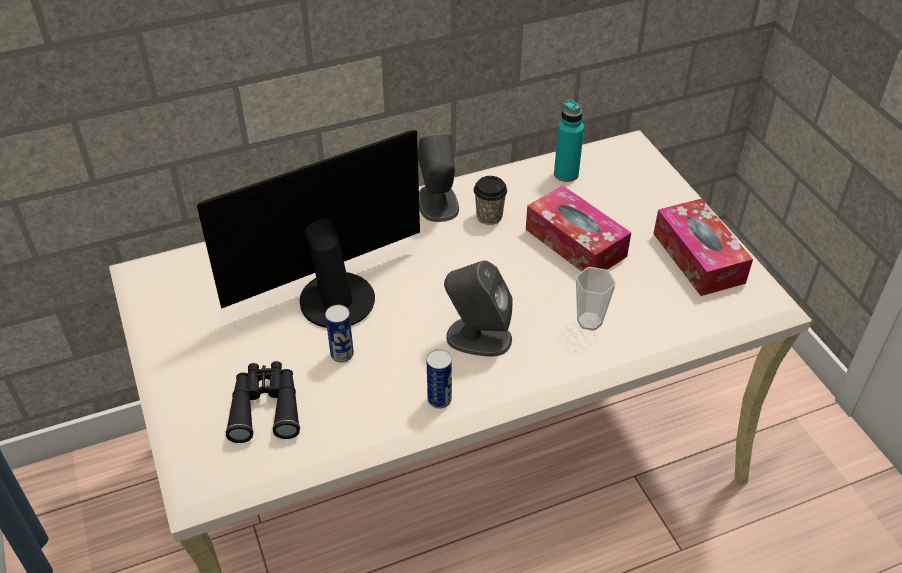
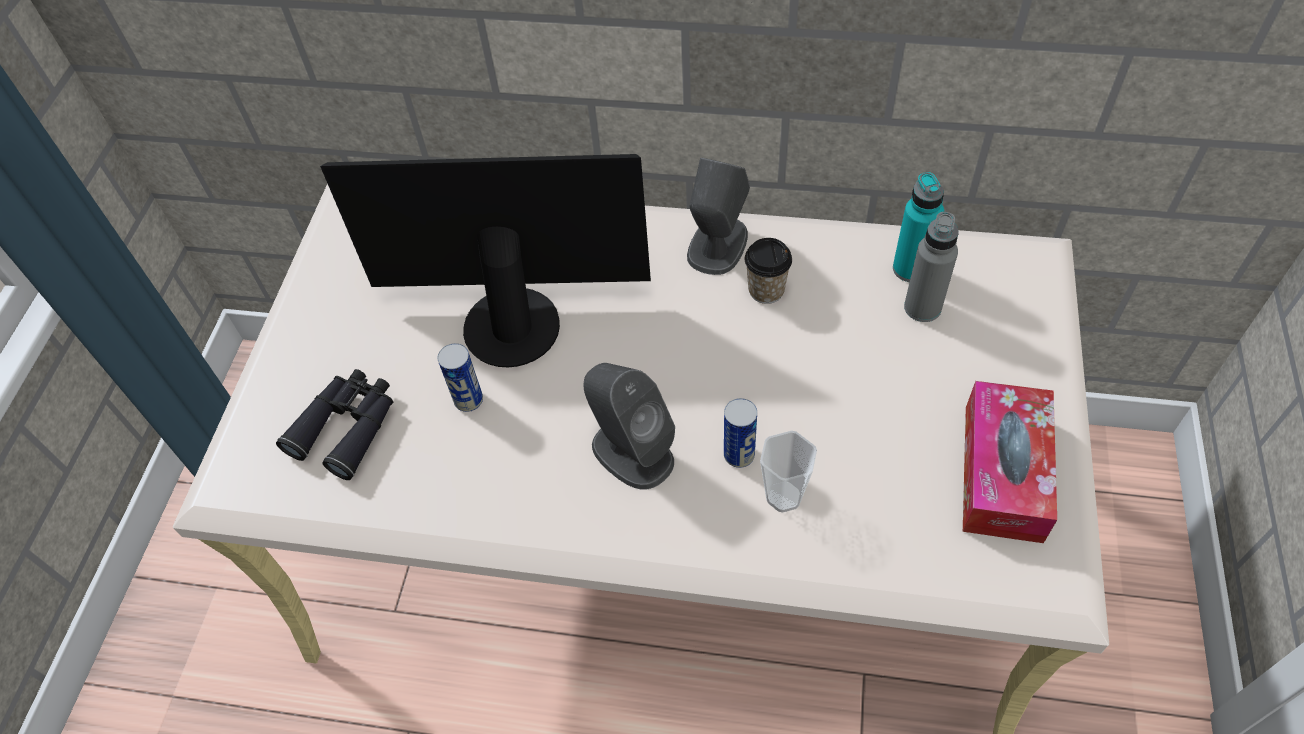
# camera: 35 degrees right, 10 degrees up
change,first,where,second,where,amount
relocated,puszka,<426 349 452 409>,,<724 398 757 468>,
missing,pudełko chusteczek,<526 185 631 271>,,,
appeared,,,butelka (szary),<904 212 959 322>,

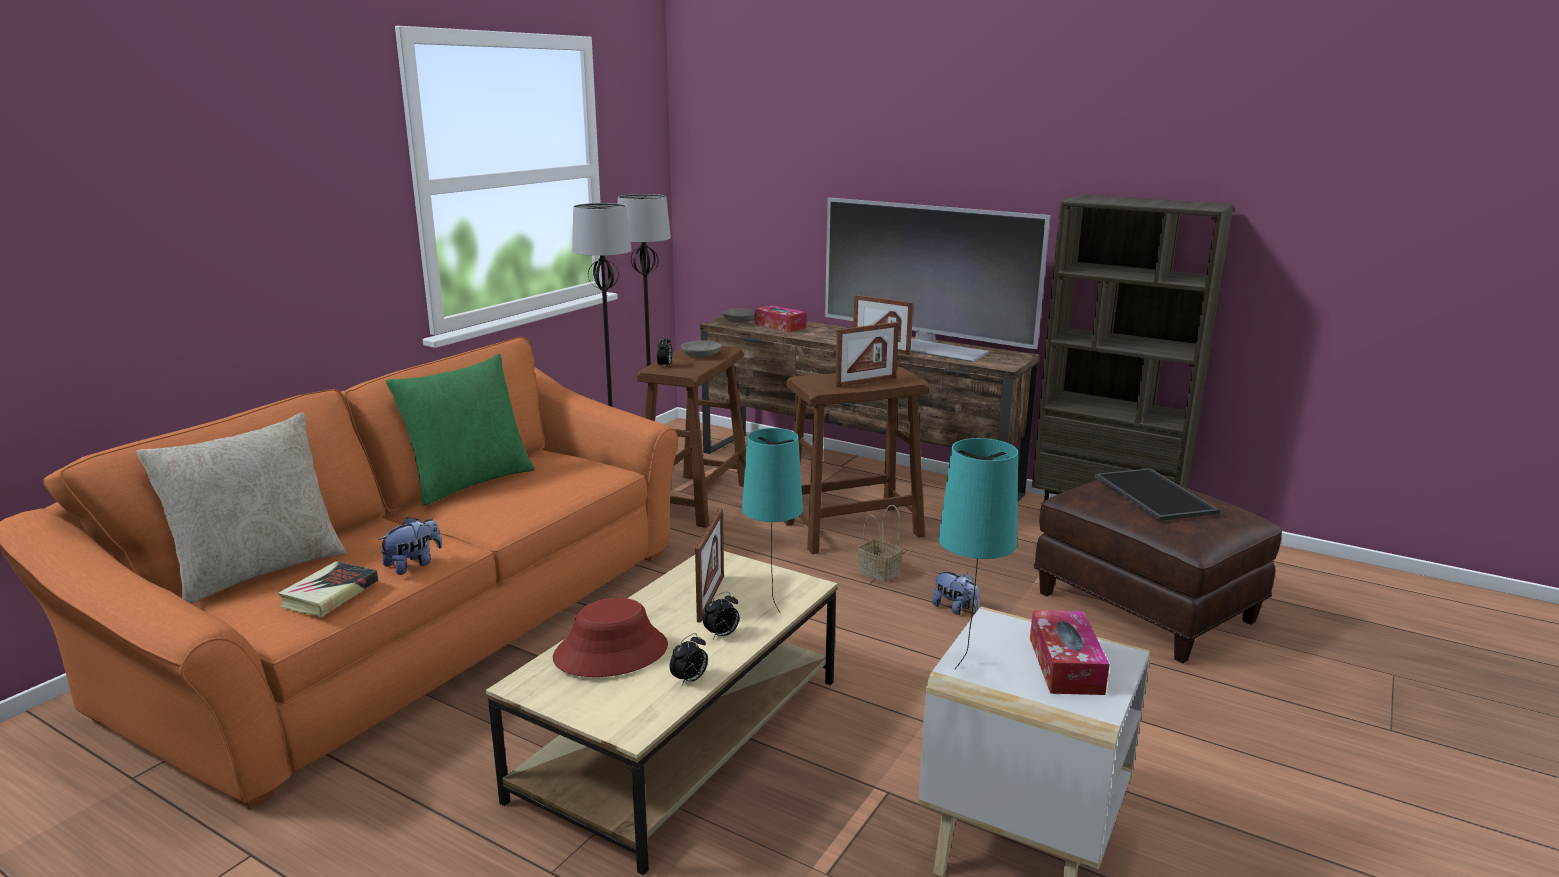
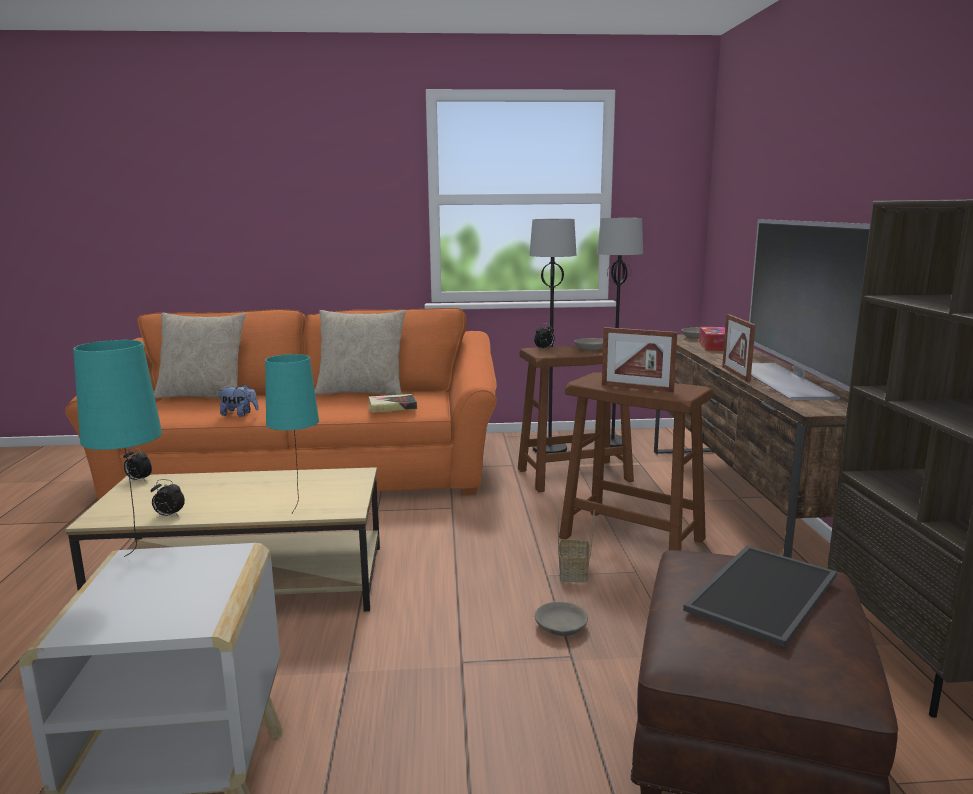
# camera: 55 degrees right, 5 degrees down
change,first,where,second,where,amount
relocated,książka,<278 561 378 617>,,<368 394 417 413>,
colour,poduszka (zielony),<386 354 535 506>,poduszka (beżowy),<315 310 406 395>,
missing,kapelusz (czerwony),<553 598 668 677>,,,
missing,ramka na zdjęcie,<695 508 724 623>,,,
relocated,budzik,<703 592 739 639>,,<123 447 152 481>,
exchanged,pluszak,<932 571 979 615>,miska (szary),<535 602 588 636>,
missing,pudełko chusteczek,<1030 610 1110 695>,,,

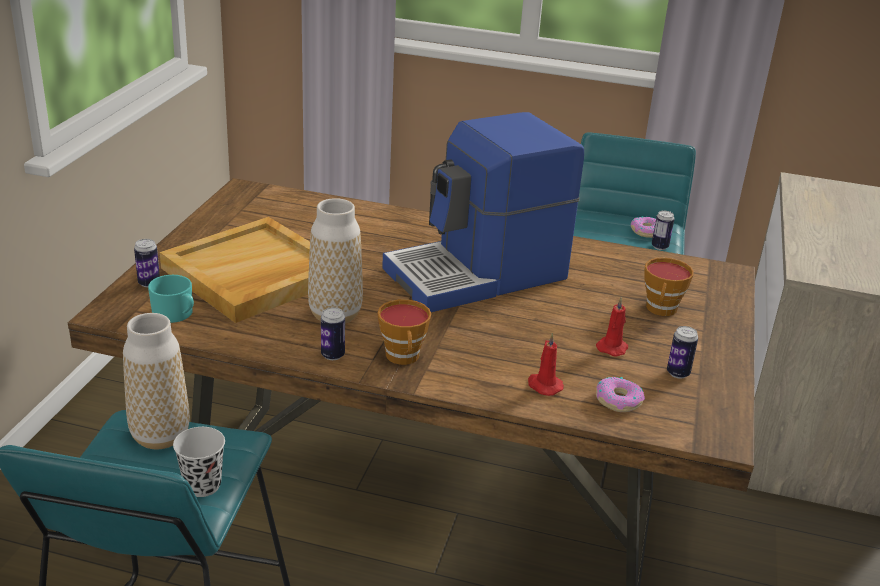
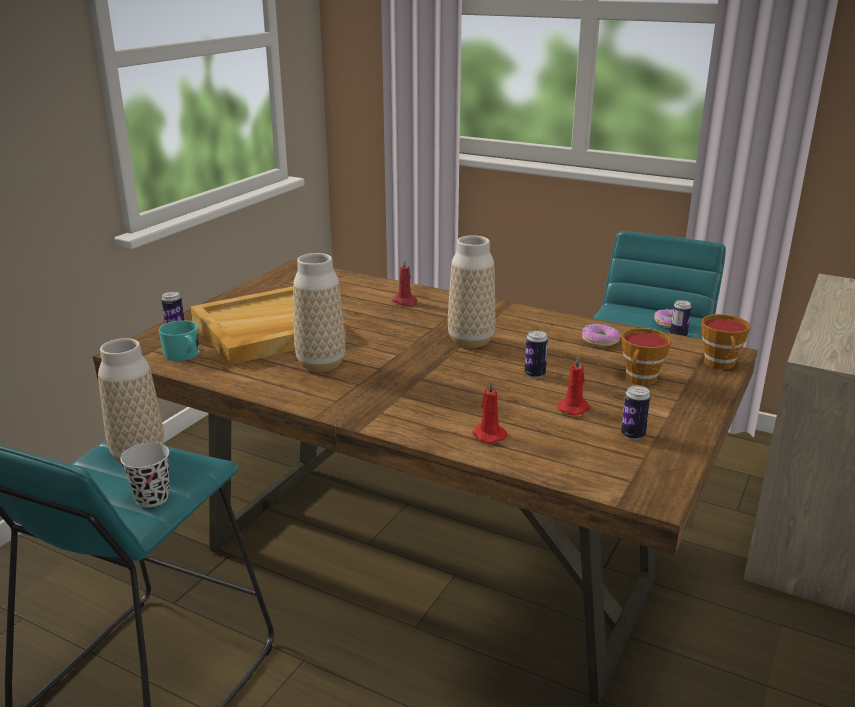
# camera: 15 degrees right, 5 degrees down
change,first,where,second,where,amount
relocated,puszka,<321 307 345 360>,,<525 330 548 378>,
relocated,filiżanka,<377 299 431 365>,,<702 314 750 369>,
exchanged,ekspres do kawy,<382 112 584 312>,wazon,<448 235 495 348>,
relocated,donut,<596 377 645 412>,,<582 324 620 347>,
appeared,,,świeca (czerwony),<392 258 417 306>,

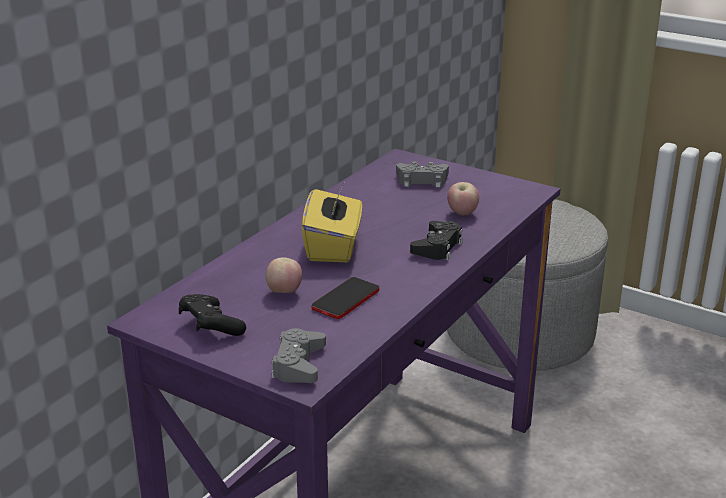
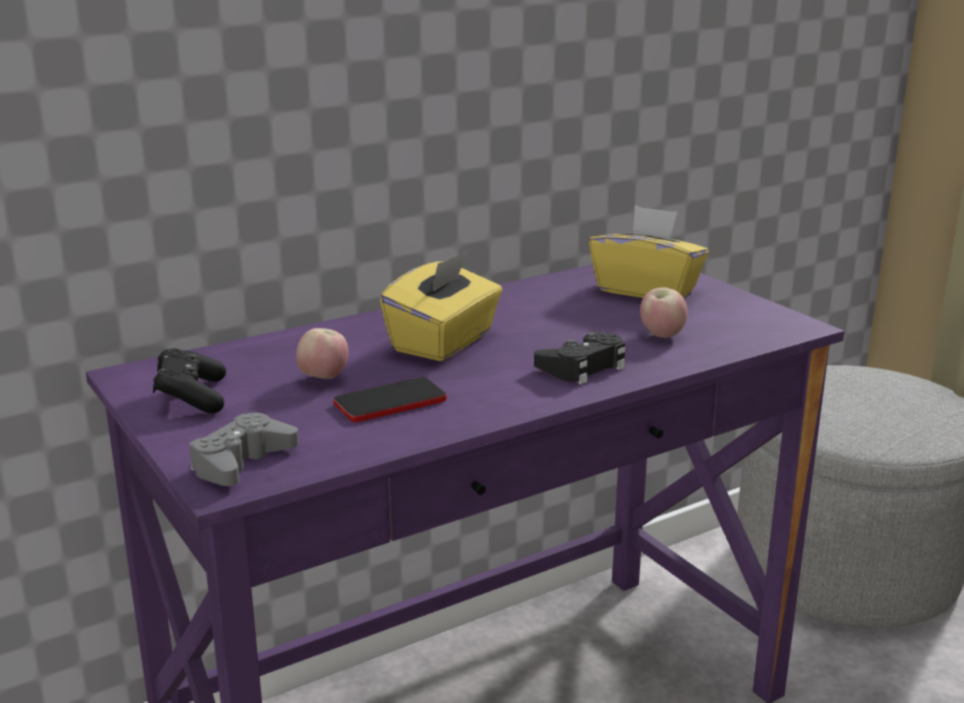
# camera: 25 degrees right, 5 degrees down
change,first,where,second,where,amount
exchanged,pad do gier (szary),<396 161 449 188>,pudełko chusteczek (żółty),<589 205 709 298>,

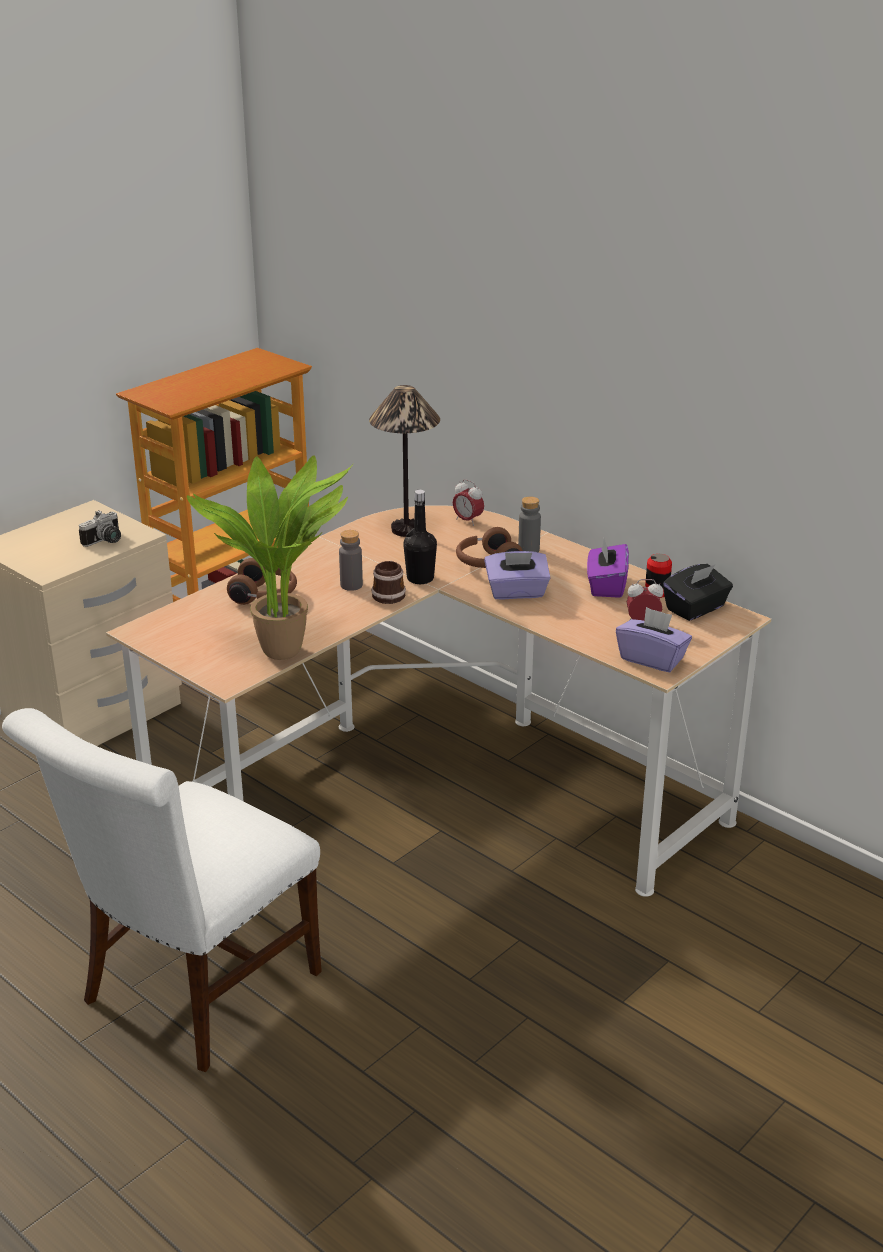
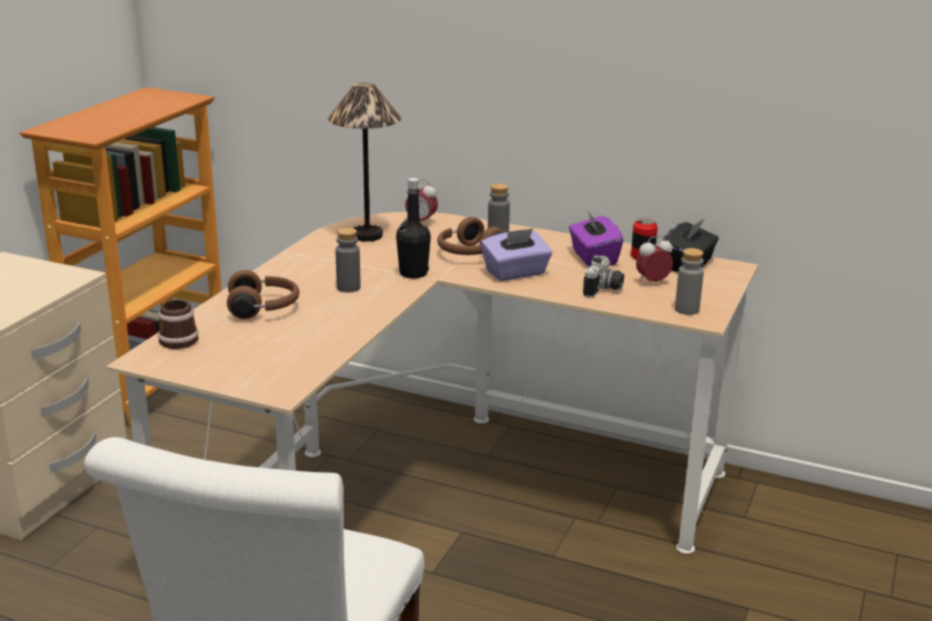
# camera: 20 degrees left, 5 degrees down
change,first,where,second,where,amount
relocated,aparat fotograficzny,<79 510 121 547>,,<583 255 624 298>,
missing,roślina doniczkowa,<187 456 353 660>,,,
relocated,kubek,<372 561 406 604>,,<158 300 199 349>,
exchanged,pudełko chusteczek (fioletowy),<616 607 692 672>,butelka (szary),<675 248 704 315>,

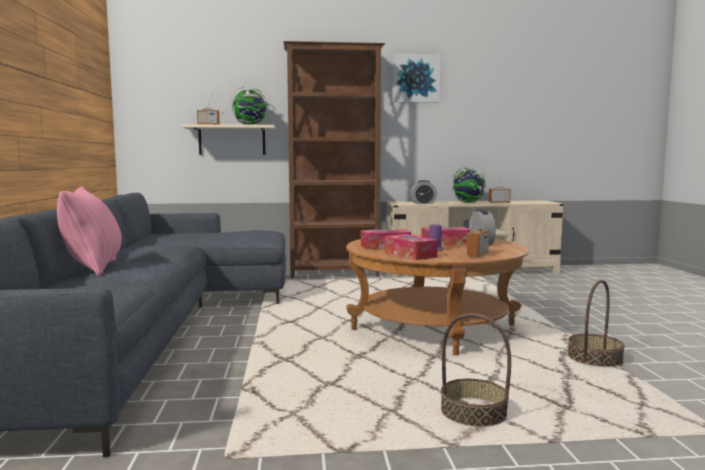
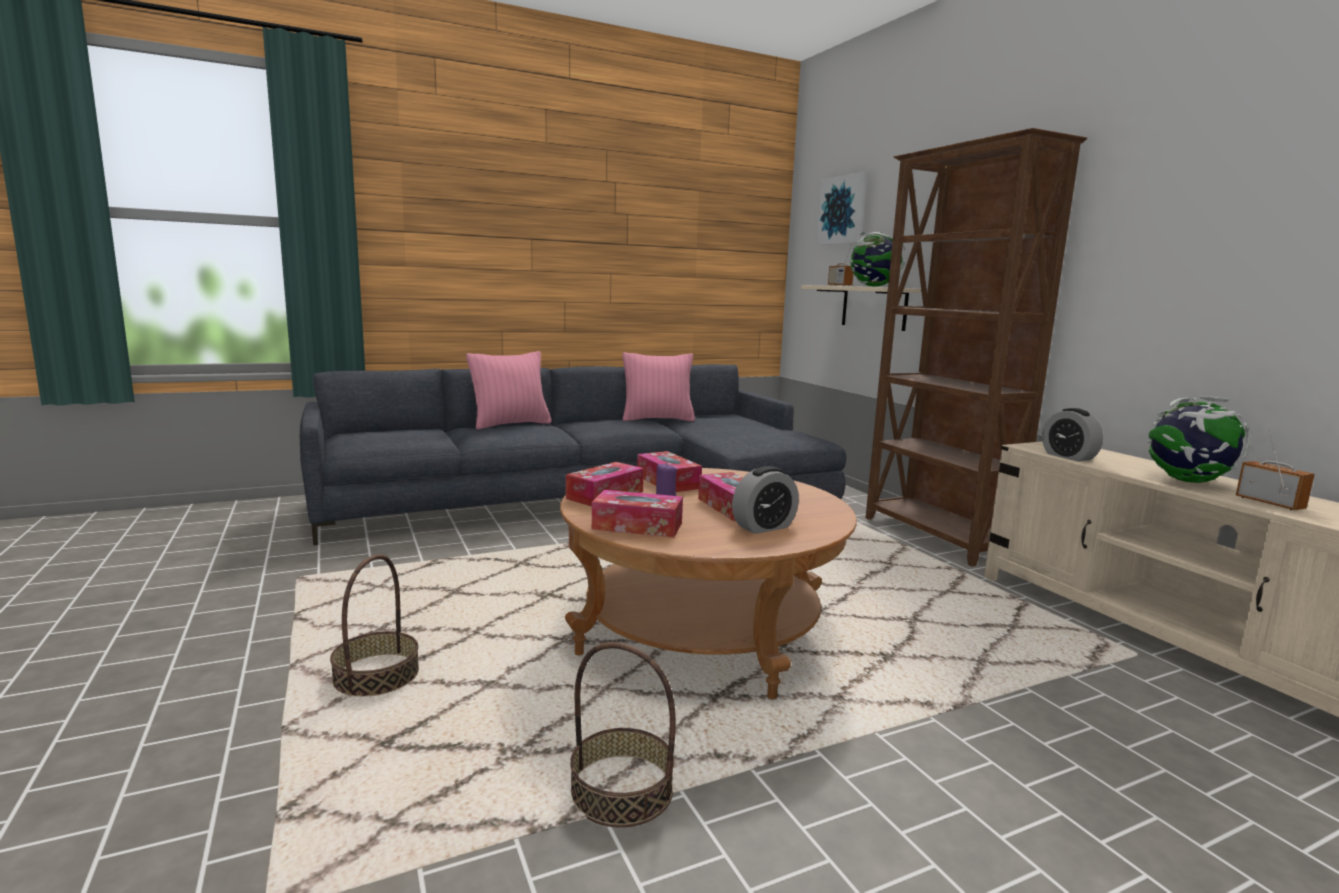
# camera: 70 degrees right, 5 degrees up
change,first,where,second,where,amount
relocated,obraz,<393 54 440 103>,,<816 172 867 245>,
exchanged,radio,<467 206 489 257>,pudełko chusteczek,<592 490 683 537>,
appeared,,,poduszka (różowy),<622 352 695 421>,

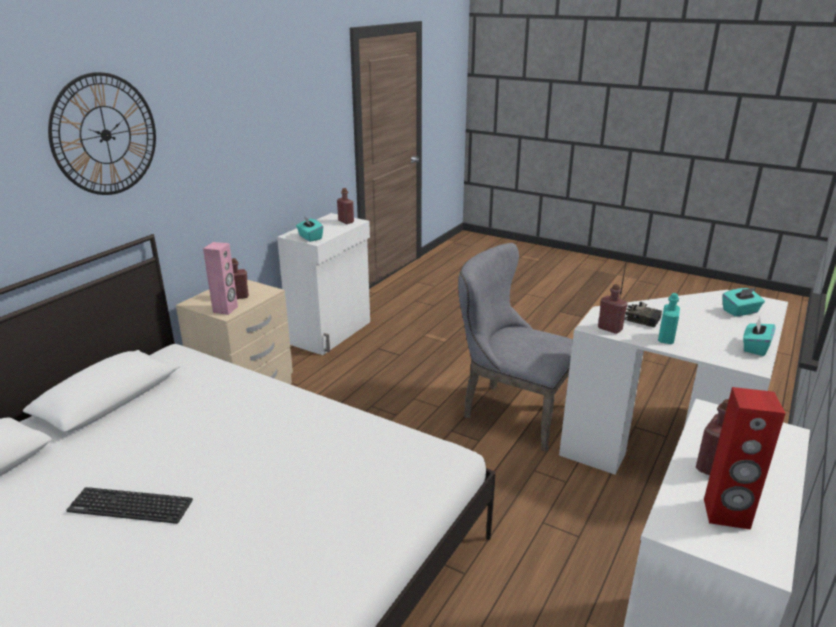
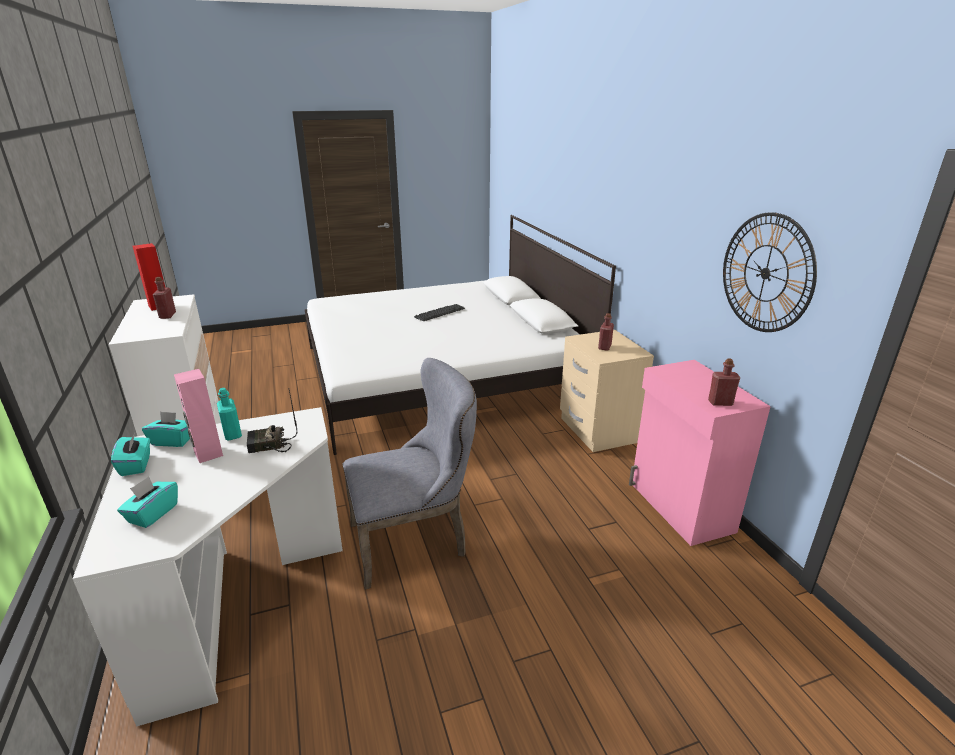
# camera: 130 degrees right, 0 degrees up
change,first,where,second,where,amount
relocated,zegar ścienny,<48 72 156 195>,,<723 212 817 332>,
relocated,głośnik (różowy),<203 242 238 315>,,<174 369 223 463>,
colour,szafka (biały),<277 213 370 355>,szafka (różowy),<629 360 771 546>,
relocated,pudełko chusteczek (turkusowy),<296 217 323 242>,,<142 411 190 447>,
missing,butelka (czerwony),<598 284 627 334>,,,

